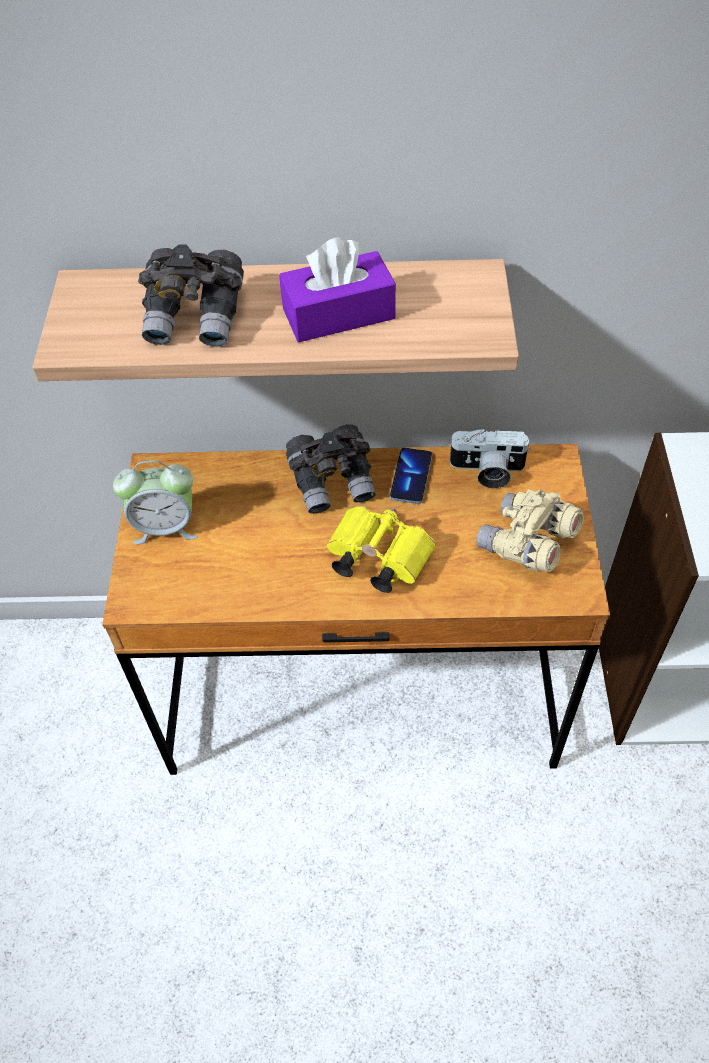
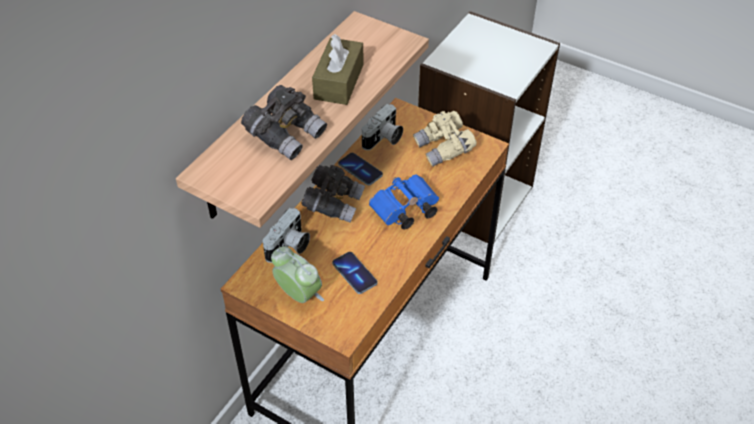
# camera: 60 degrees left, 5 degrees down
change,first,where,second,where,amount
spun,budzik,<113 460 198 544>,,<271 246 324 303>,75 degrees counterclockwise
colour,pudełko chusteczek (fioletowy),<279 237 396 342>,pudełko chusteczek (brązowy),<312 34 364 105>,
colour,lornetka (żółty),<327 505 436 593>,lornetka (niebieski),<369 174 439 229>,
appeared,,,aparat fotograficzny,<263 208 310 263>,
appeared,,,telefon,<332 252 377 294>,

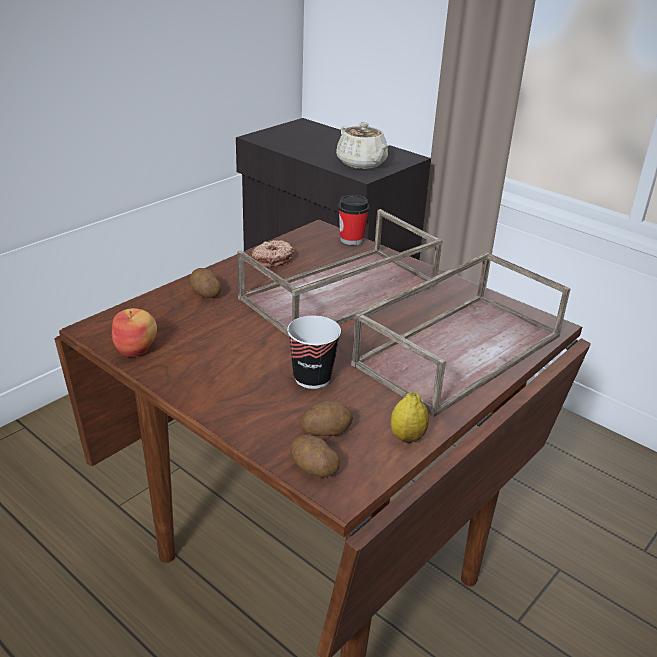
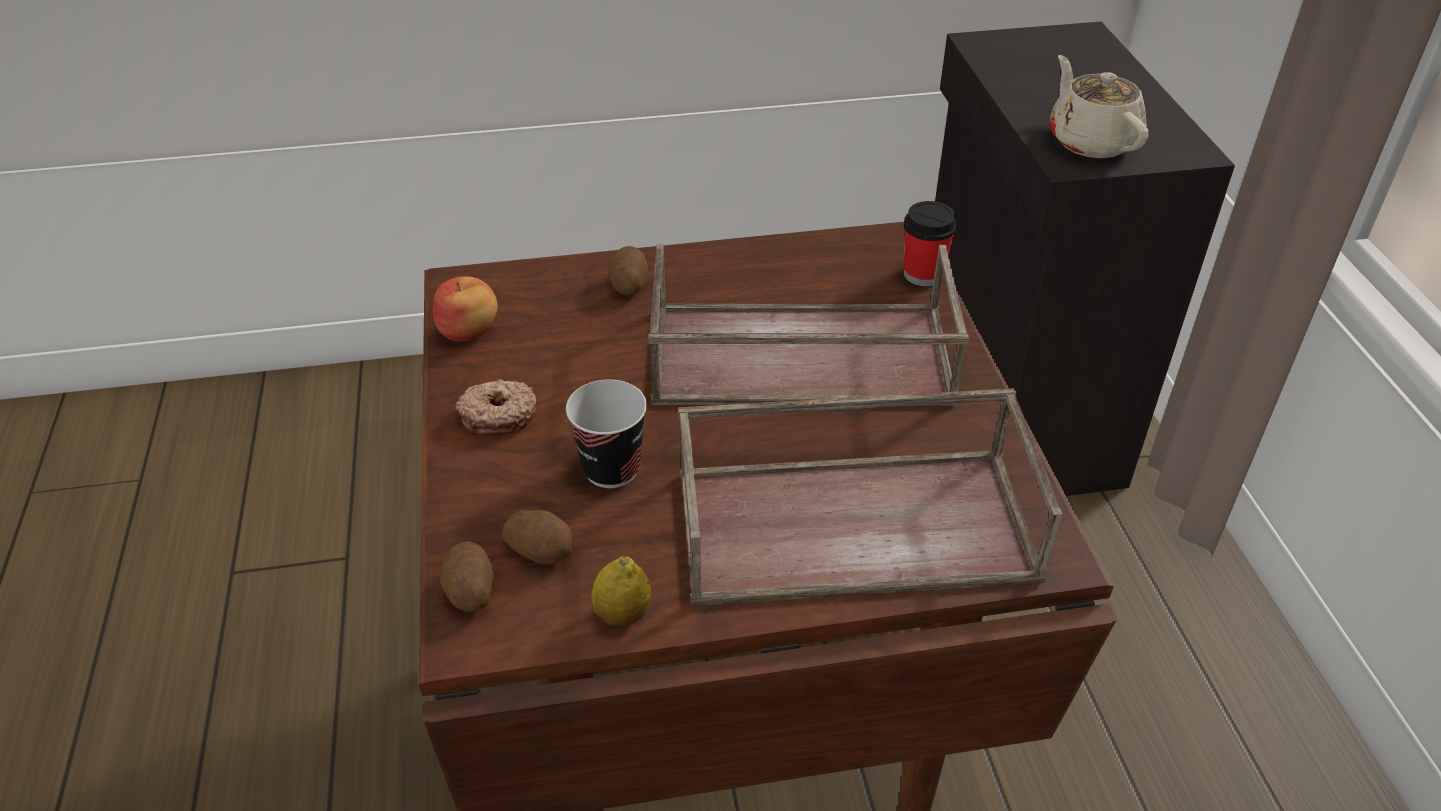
# camera: 40 degrees right, 10 degrees up
change,first,where,second,where,amount
relocated,donut,<252 240 294 268>,,<456 379 536 435>,
spun,imbryk (beżowy),<336 122 389 169>,,<1050 55 1149 158>,150 degrees clockwise

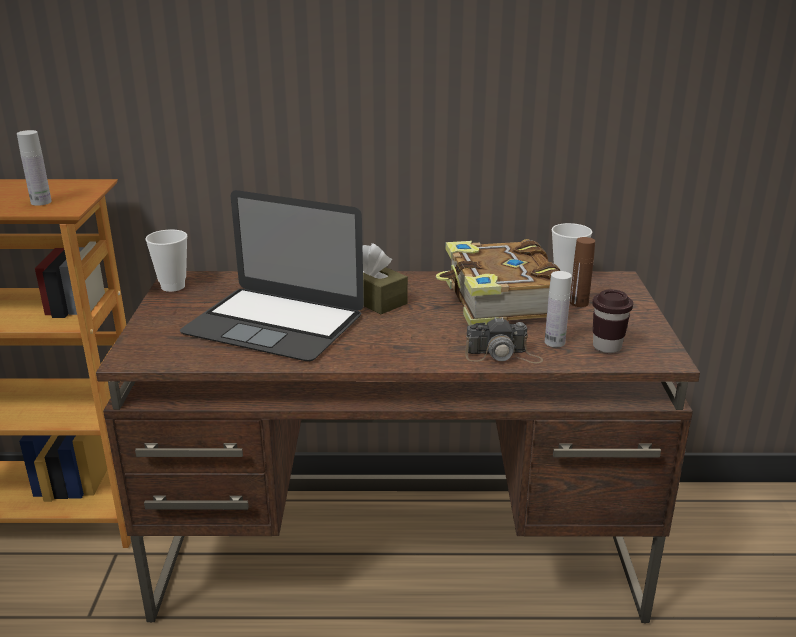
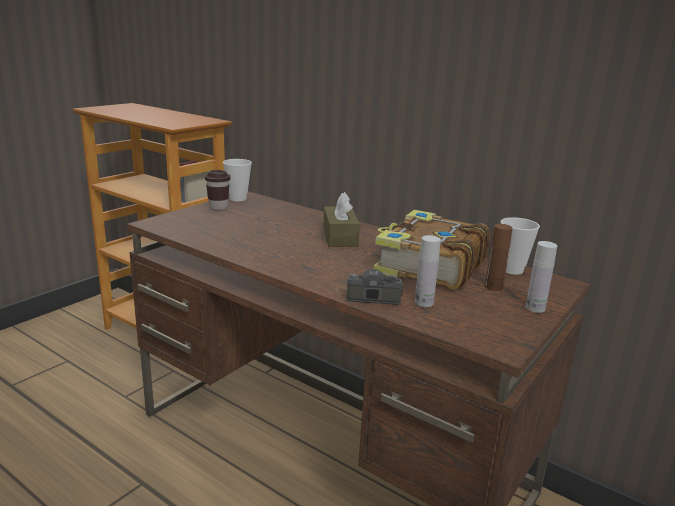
# camera: 35 degrees right, 5 degrees down
change,first,where,second,where,amount
relocated,butelka (biały),<17 130 52 206>,,<526 241 557 313>,
missing,laptop,<180 190 364 361>,,,
spun,aparat fotograficzny,<465 317 543 363>,,<335 269 403 305>,150 degrees clockwise
relocated,filiżanka (brązowy),<592 289 633 353>,,<205 170 230 210>,

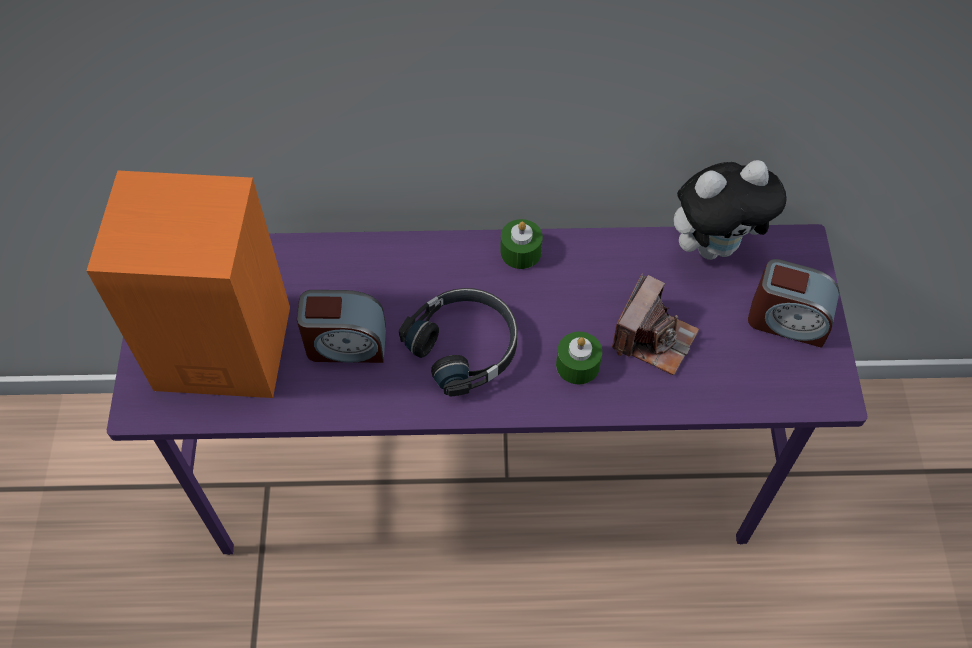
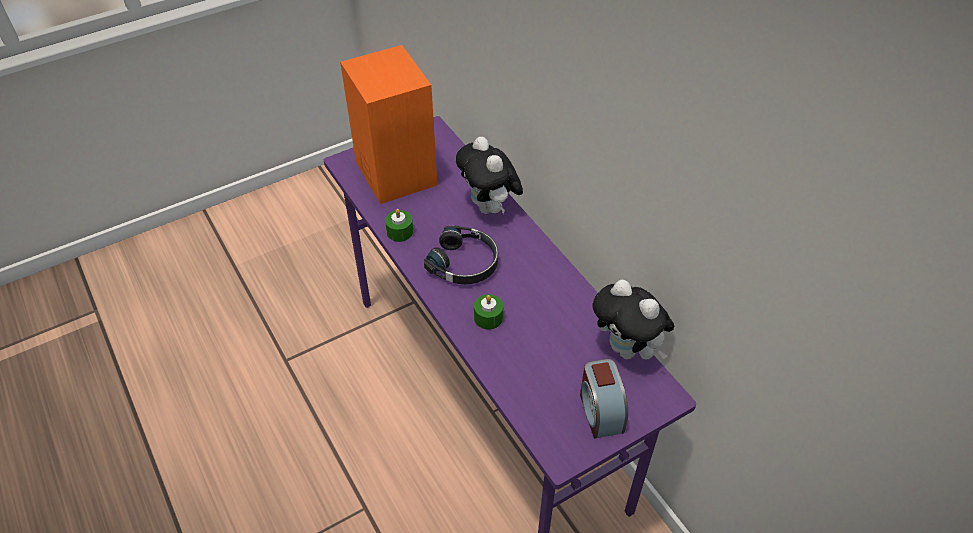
# camera: 60 degrees right, 10 degrees down
change,first,where,second,where,amount
missing,budzik,<297 290 386 363>,,,
relocated,świeca (zielony),<500 219 543 269>,,<385 209 413 242>,
missing,aparat fotograficzny,<612 274 699 375>,,,
appeared,,,pluszak,<456 137 523 214>,

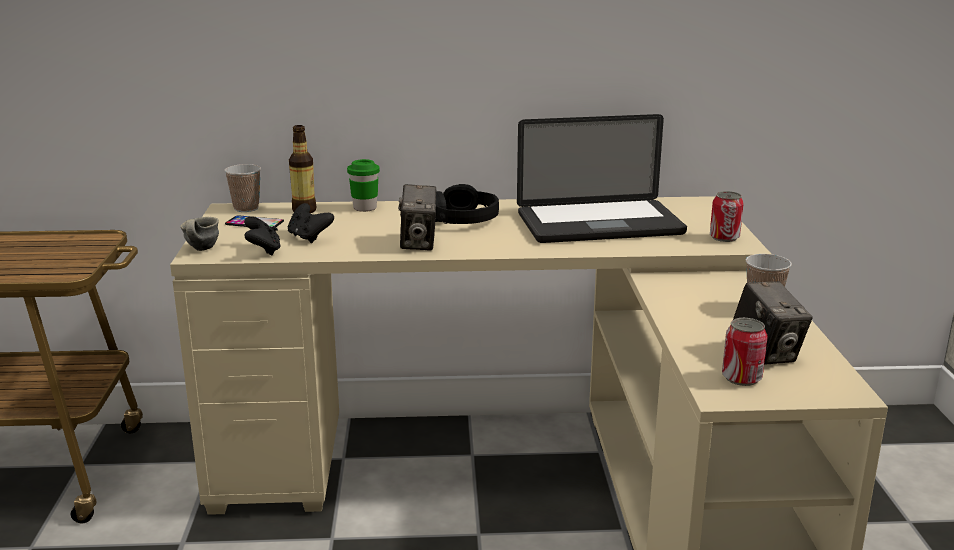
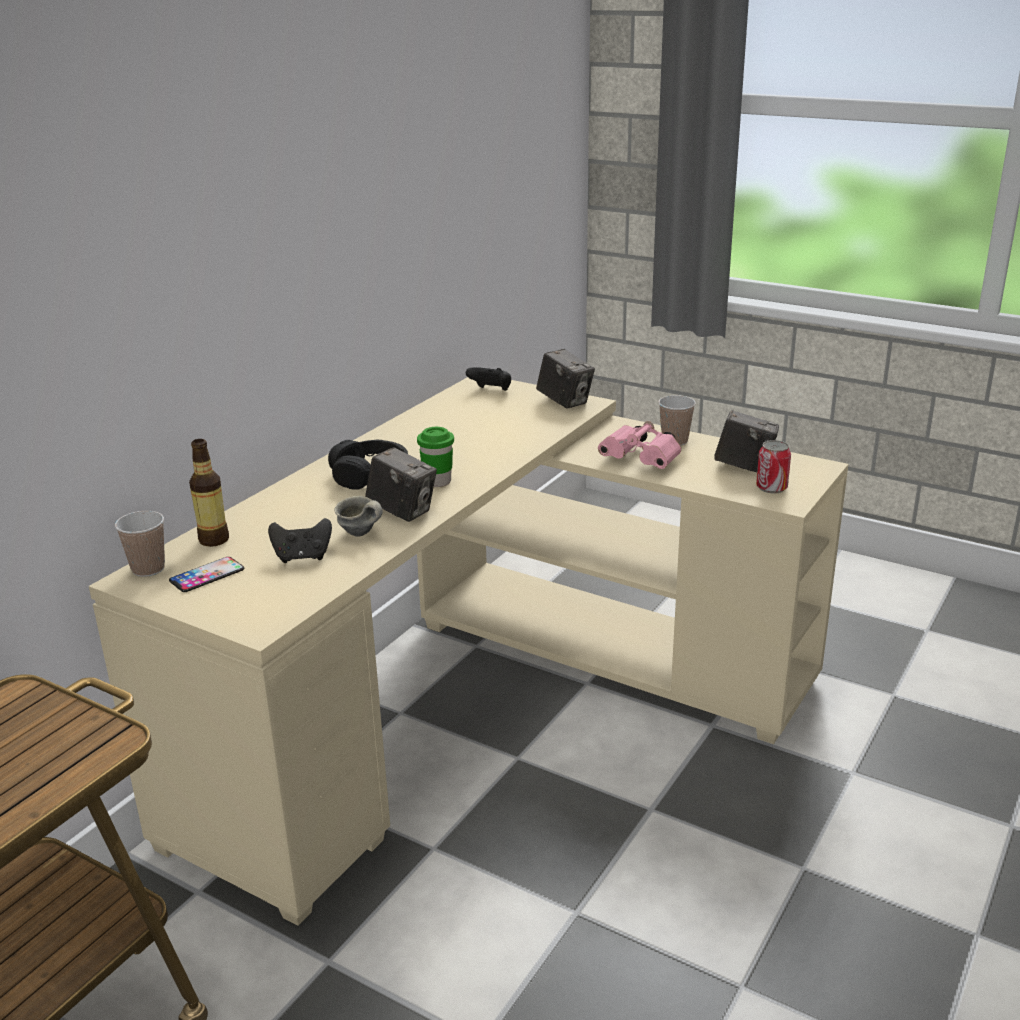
# camera: 55 degrees left, 5 degrees up
change,first,where,second,where,amount
relocated,kubek (szary),<180 217 219 251>,,<335 496 383 537>,
relocated,pad do gier (czarny),<244 216 281 255>,,<466 367 511 391>,
relocated,filiżanka (zielony),<347 159 380 212>,,<417 427 454 487>,
missing,laptop,<517 114 687 243>,,,
exchanged,puszka,<710 191 744 242>,aparat fotograficzny,<536 349 595 409>,
appeared,,,lornetka (różowy),<598 421 681 469>,

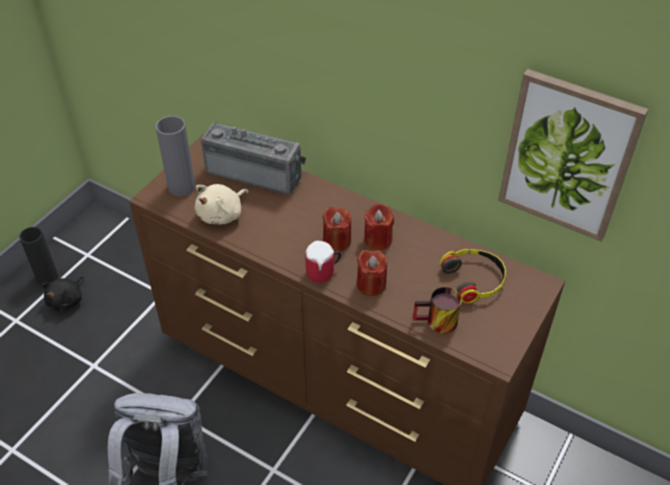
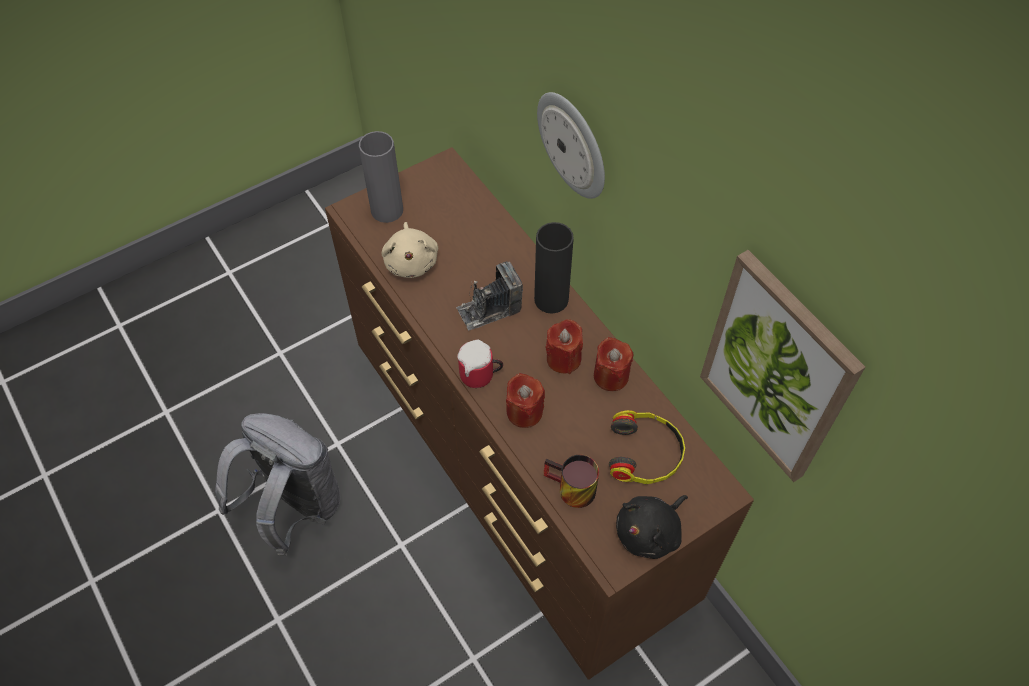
# camera: 25 degrees right, 10 degrees up
change,first,where,second,where,amount
relocated,wazon (czarny),<19 227 58 285>,,<534 222 574 314>,
relocated,pluszak (czarny),<42 276 84 310>,,<616 495 688 559>,
spun,pluszak (beżowy),<195 184 248 224>,,<382 222 438 278>,75 degrees counterclockwise
missing,radio,<201 122 306 195>,,,
relocated,świeca (czerwony),<322 207 351 251>,,<594 337 633 391>,
appeared,,,aparat fotograficzny,<456 261 523 330>,
appeared,,,zegar ścienny,<537 92 605 199>,

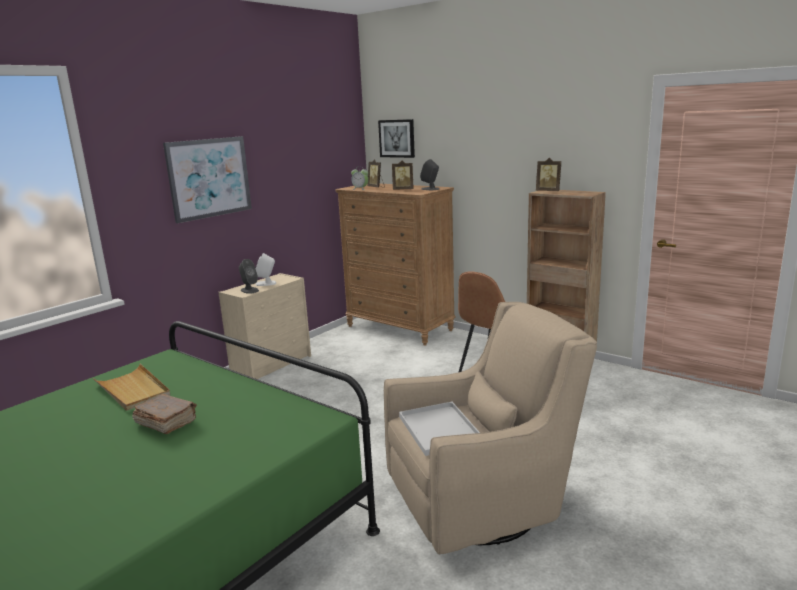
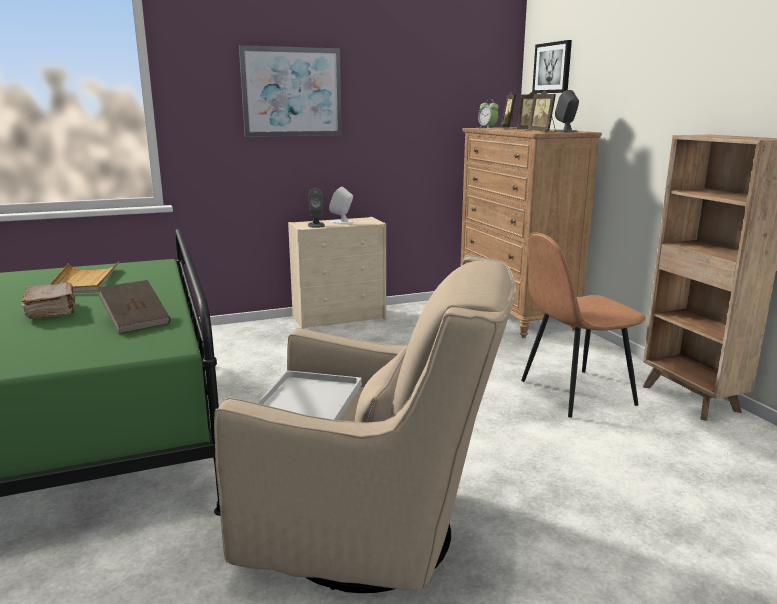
# camera: 30 degrees right, 0 degrees up
change,first,where,second,where,amount
relocated,ramka na zdjęcie,<536 158 561 191>,,<528 90 556 132>,
appeared,,,książka (brązowy),<99 280 171 334>,

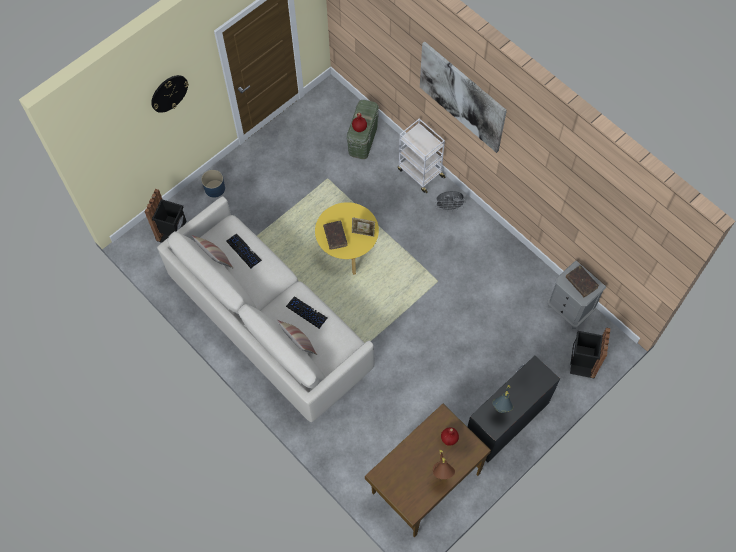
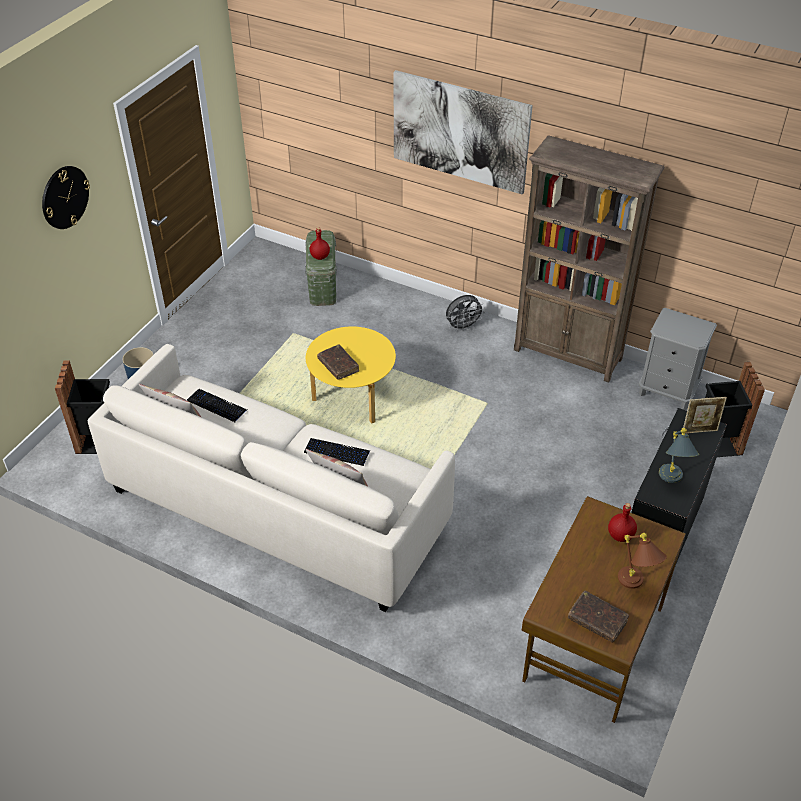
# camera: 20 degrees left, 20 degrees down
change,first,where,second,where,amount
relocated,ramka na zdjęcie,<352 217 375 237>,,<683 397 727 434>,
missing,wózek (biały),<398 118 445 193>,,,
relocated,książka (brązowy),<566 265 599 297>,,<568 591 629 643>,
appeared,,,regał (brązowy),<514 136 665 383>,

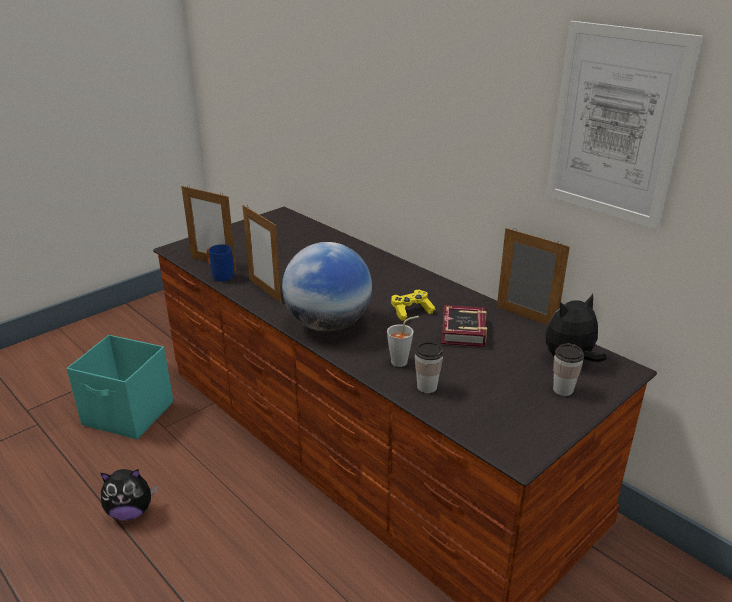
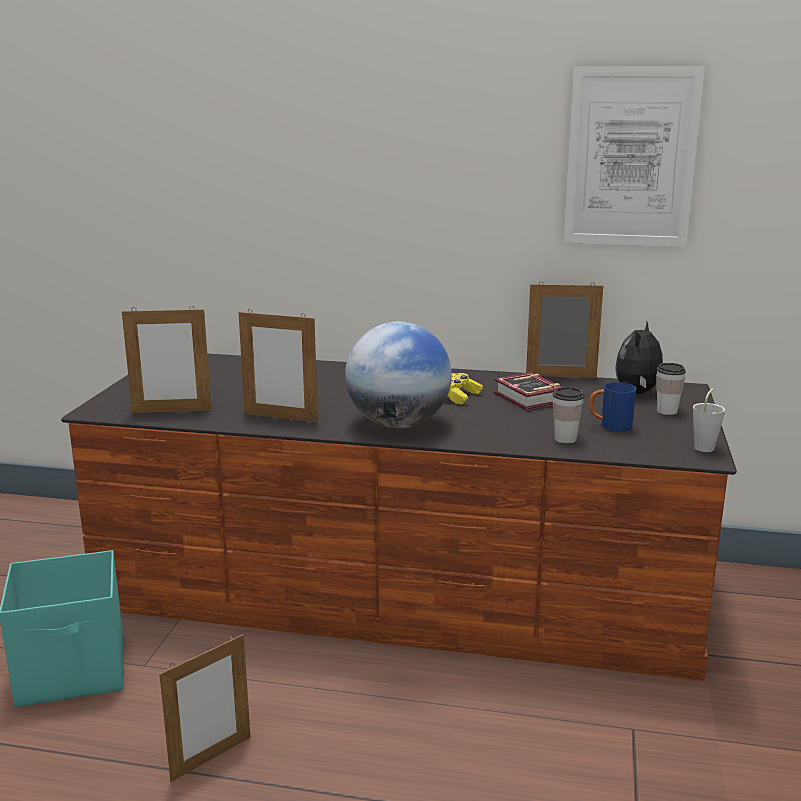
# camera: 35 degrees left, 10 degrees down
change,first,where,second,where,amount
exchanged,pluszak,<101 469 157 520>,ramka na zdjęcie,<159 634 251 782>,
relocated,kubek (niebieski),<207 244 234 282>,,<589 382 636 432>,
relocated,filiżanka (szary),<387 316 419 367>,,<693 388 725 452>,

